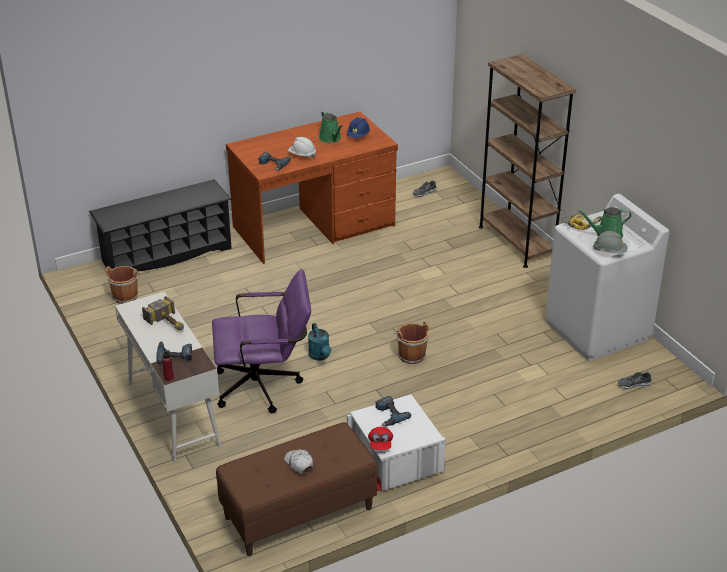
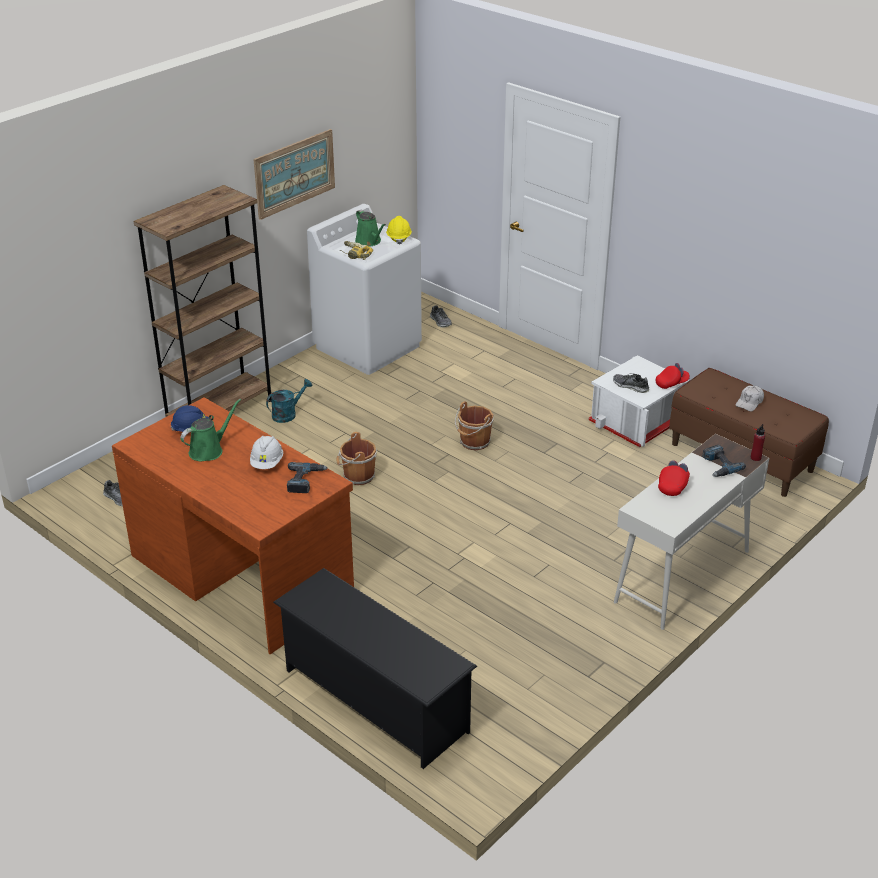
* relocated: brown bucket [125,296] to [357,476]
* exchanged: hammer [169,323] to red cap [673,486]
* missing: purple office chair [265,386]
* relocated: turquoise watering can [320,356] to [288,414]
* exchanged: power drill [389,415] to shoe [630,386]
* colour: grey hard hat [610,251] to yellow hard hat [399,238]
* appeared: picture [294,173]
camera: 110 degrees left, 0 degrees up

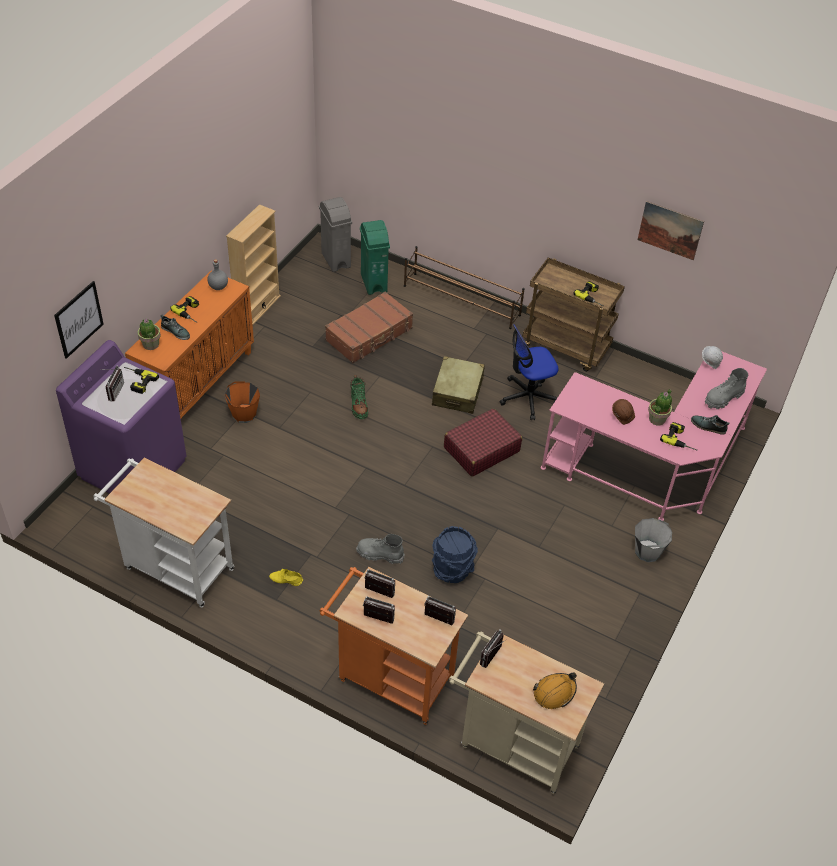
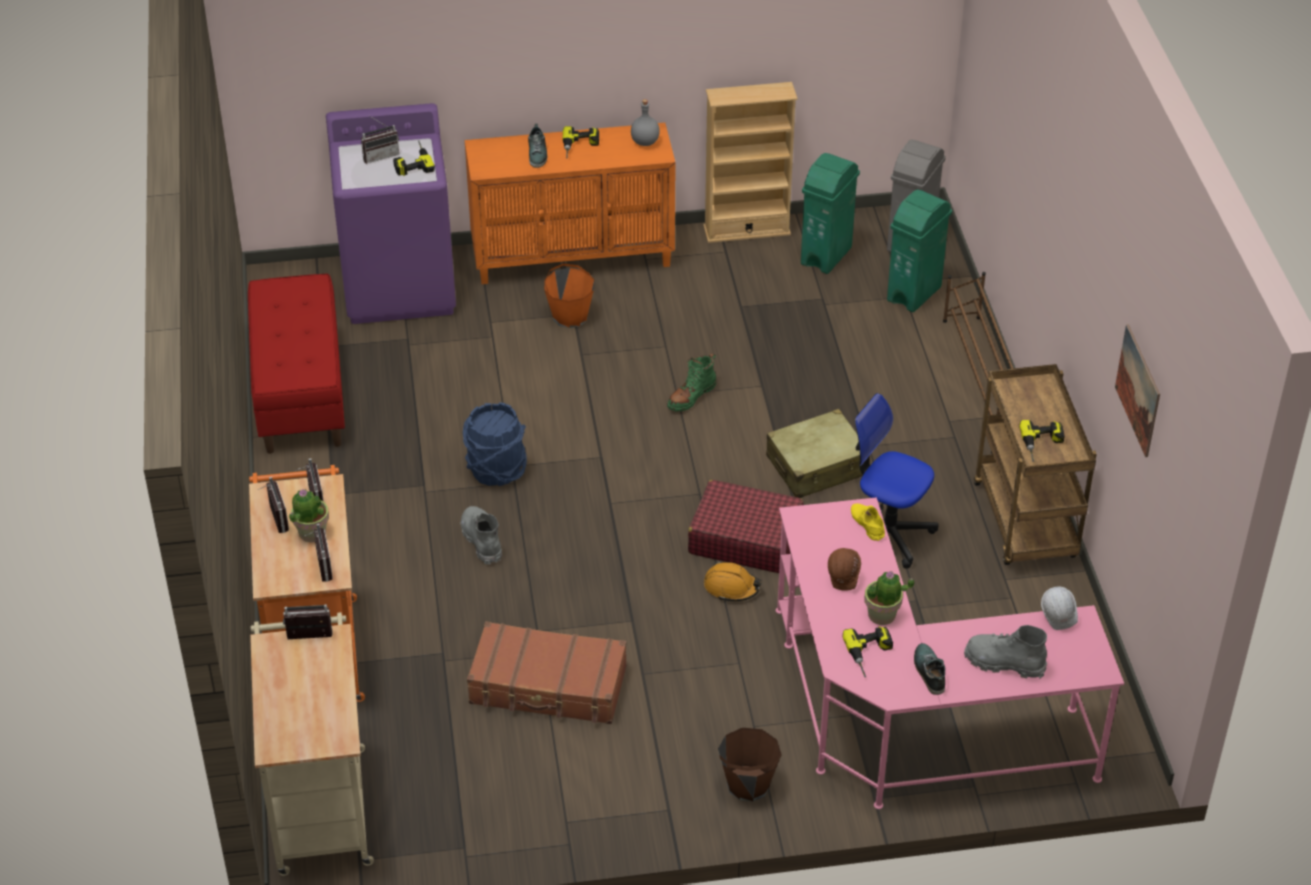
* missing: picture [79,319]
* exchanged: white cart [174,566] to red bench [300,393]
* relocated: potted plant [150,344] to [311,533]
* relocated: yellow shoe [286,580] to [866,524]
* relocated: brown suitcase [369,335] to [548,686]
* relocated: blue bucket [452,569] to [496,470]
* relocated: orange hard hat [554,692] to [731,587]
* colour: grey bucket [648,551] to brown bucket [748,784]
* appeared: green trash can [826,255]
camera: 55 degrees right, 5 degrees down

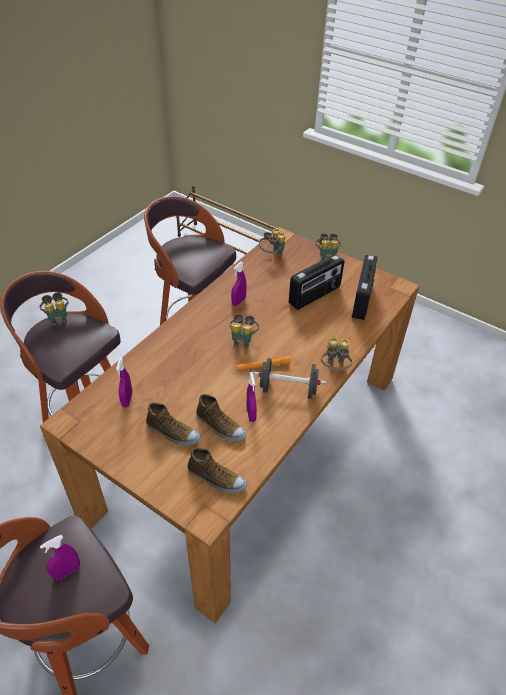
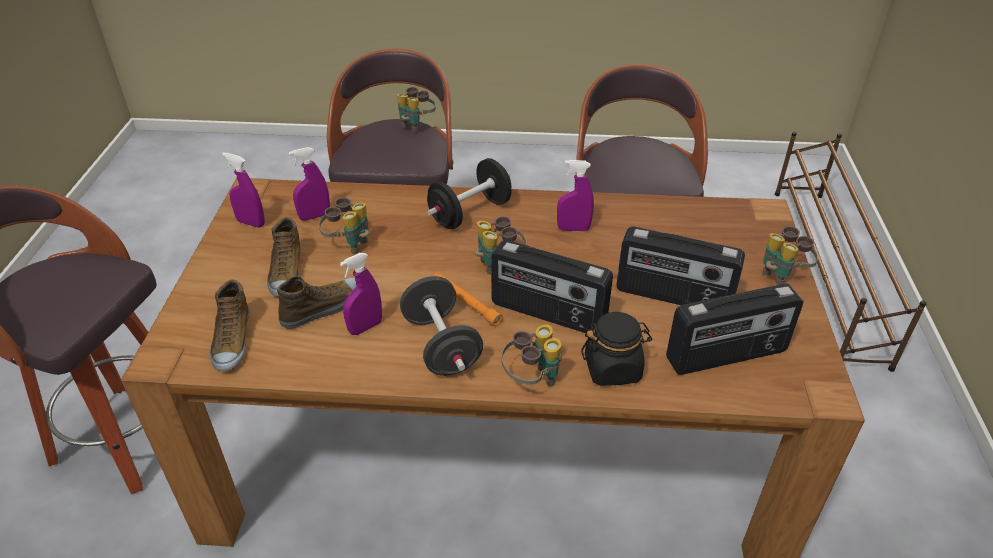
* relocated: purple spray bottle [67,571] to [251,223]
* spun: shoe [220,426] = [323,308] 135 degrees counterclockwise
* relocated: binoculars [272,255] to [348,244]
* appeared: black dumbbell [470,213]
* appeared: radio [547,314]
* appeared: black jar [613,368]
camera: 60 degrees right, 5 degrees down

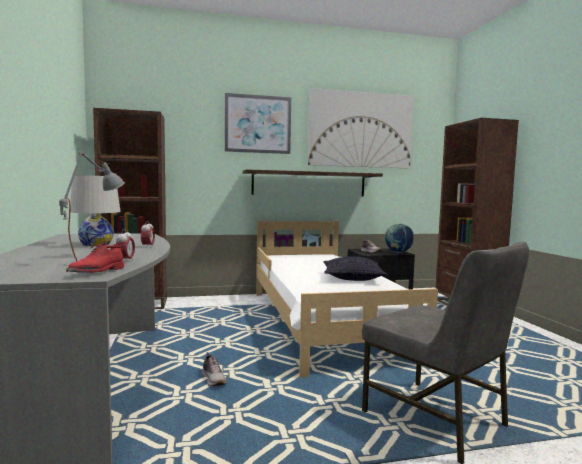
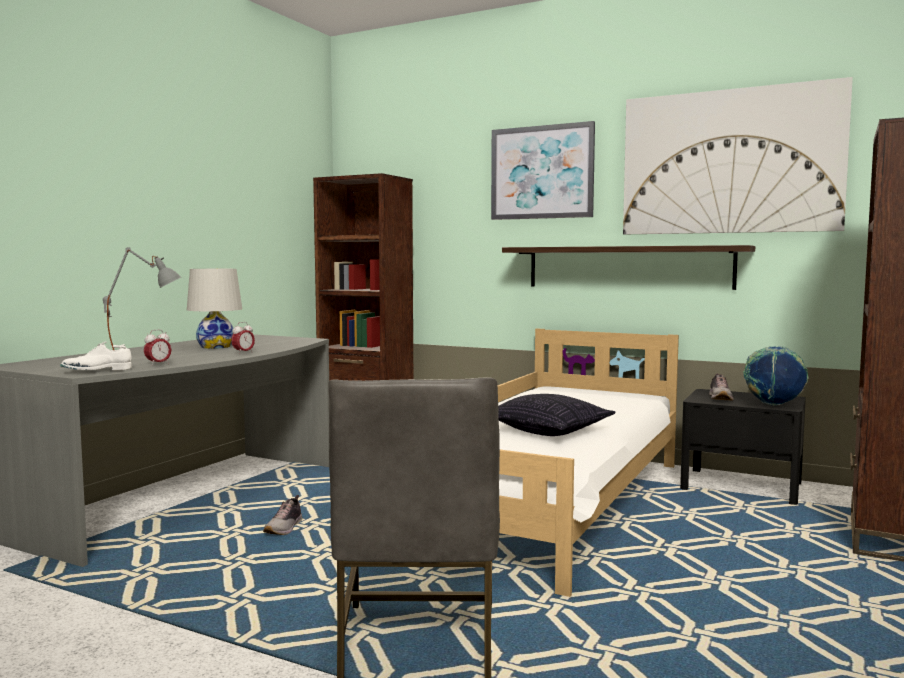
* colour: red shoe [97,272] to white shoe [97,371]
camera: 40 degrees right, 0 degrees up

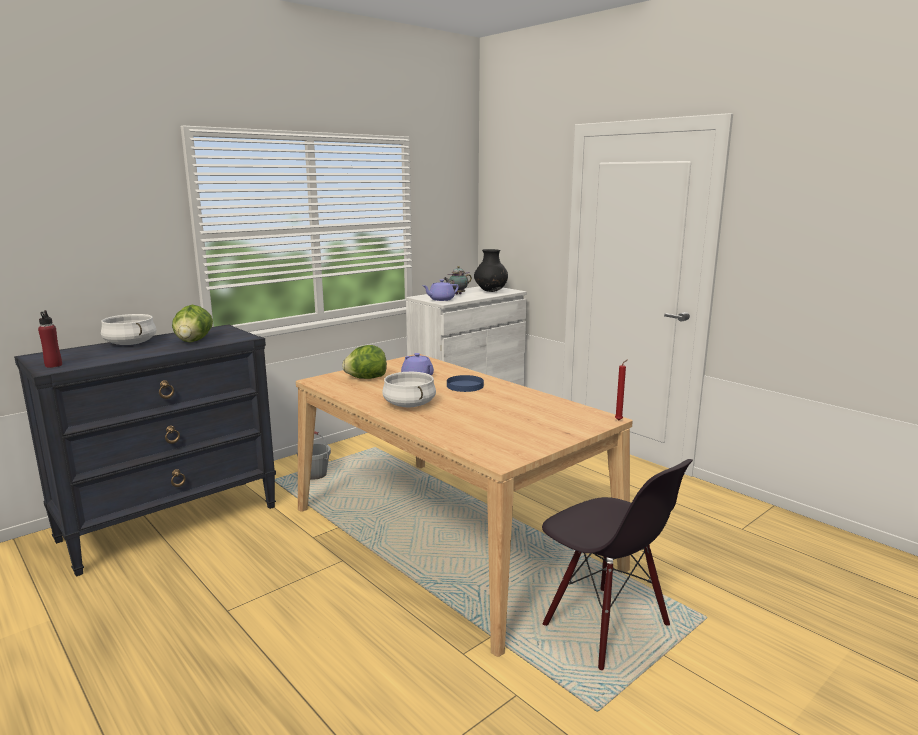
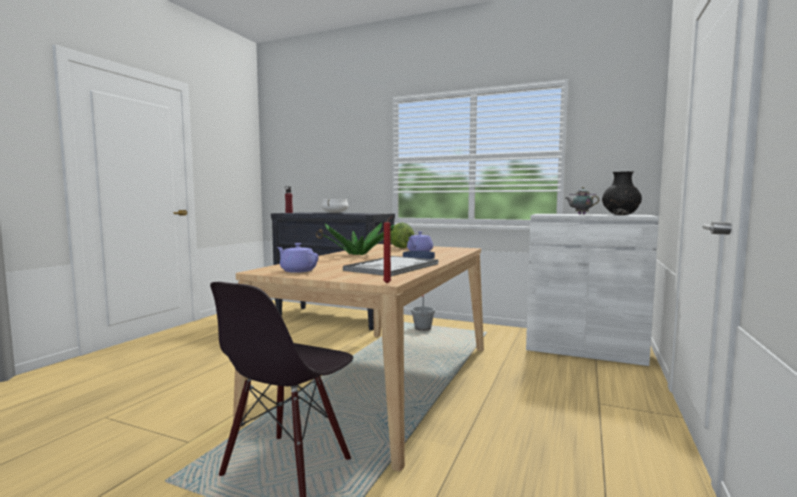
* missing: lettuce [193,341]
* exchanged: white cooking pot [409,404] to potted plant [357,255]
* relocated: purple teapot [441,299] to [297,270]
* appeared: tray [392,267]
camera: 65 degrees right, 10 degrees down

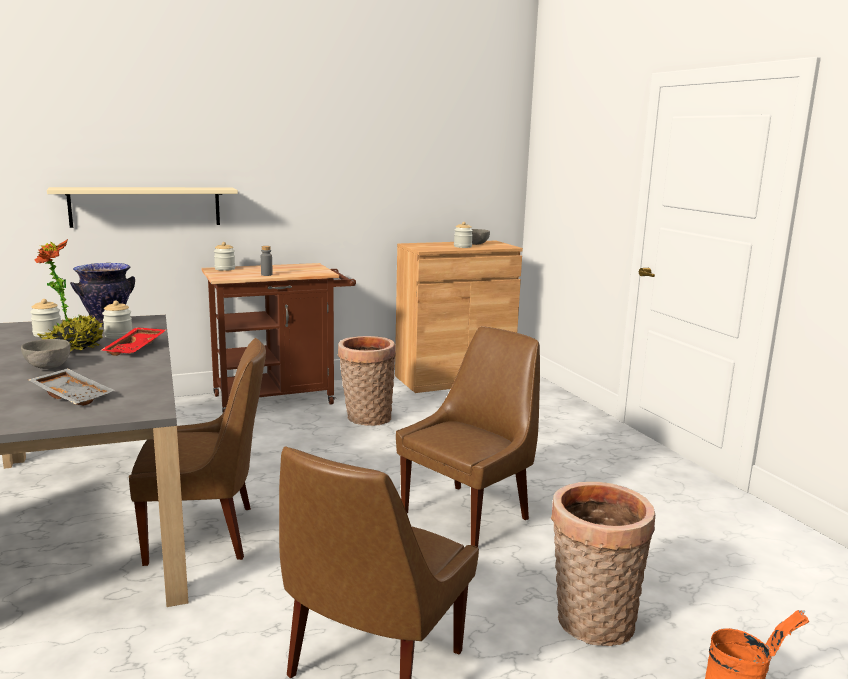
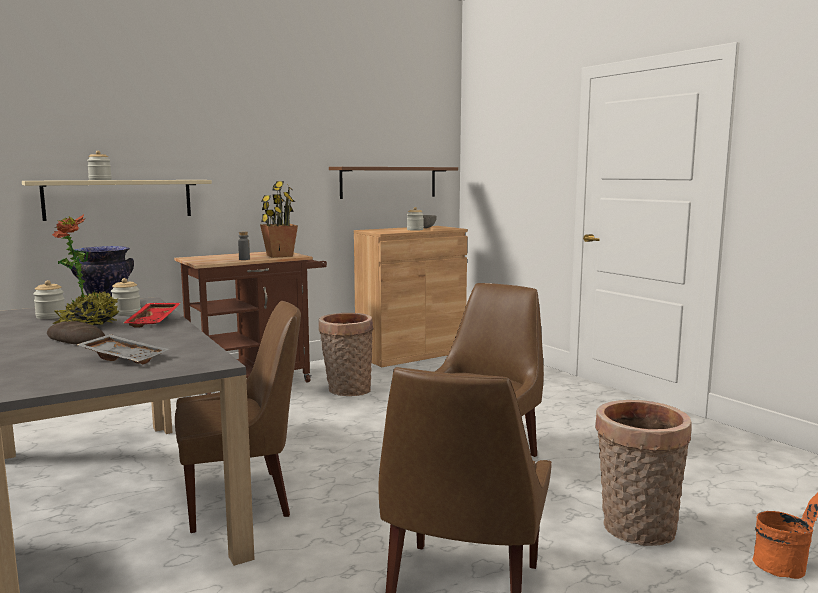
* exchanged: grey bowl [47,367] to bread [76,340]
* relocated: jar [225,269] to [100,180]
* appeared: potted plant [279,256]
* appeared: brown shelf [389,182]
camera: 10 degrees left, 5 degrees down

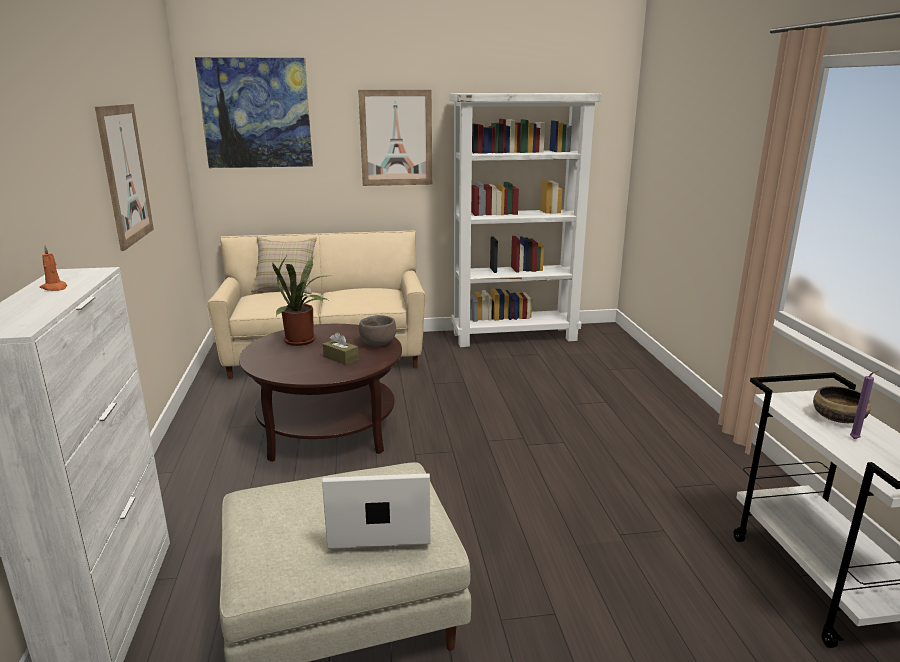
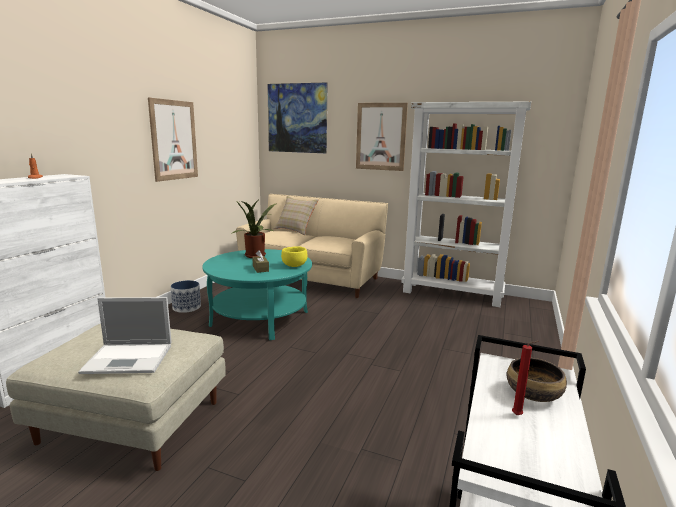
* colour: brown coffee table [328,429] to turquoise coffee table [260,318]
* spun: laptop [378,524] = [130,358] 150 degrees clockwise
* colour: brown bowl [378,344] to yellow bowl [294,266]
* colour: purple candle [856,439] to red candle [518,416]
* appeared: planter [187,307]
camera: 30 degrees right, 5 degrees down

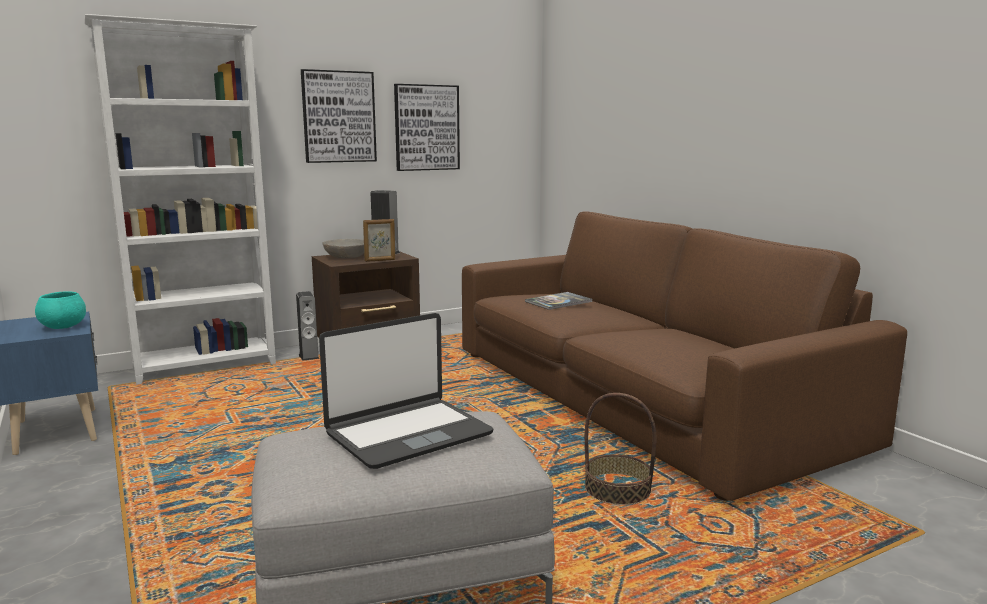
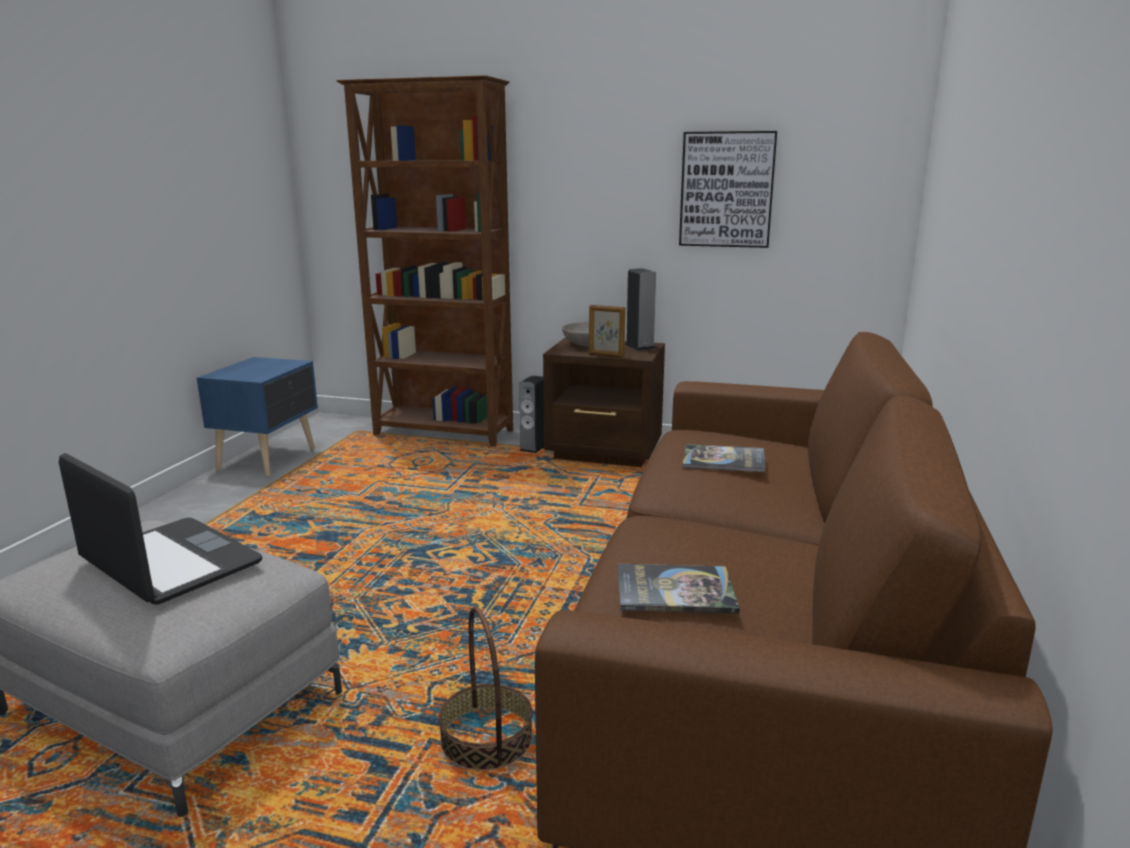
* missing: turquoise bowl [64,327]
* colour: white bookcase [206,367] to brown bookcase [444,433]
* missing: picture [339,117]
* spun: laptop [407,434] = [169,563] 150 degrees counterclockwise
* appeared: book [675,590]
camera: 45 degrees right, 5 degrees up

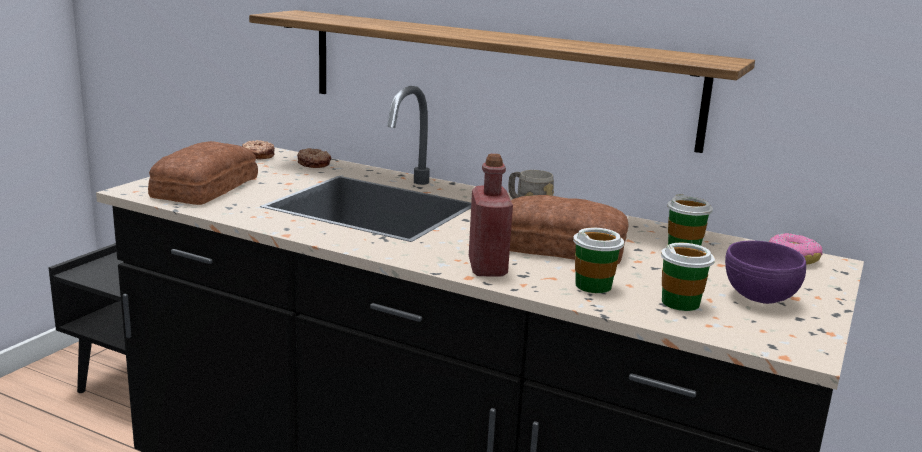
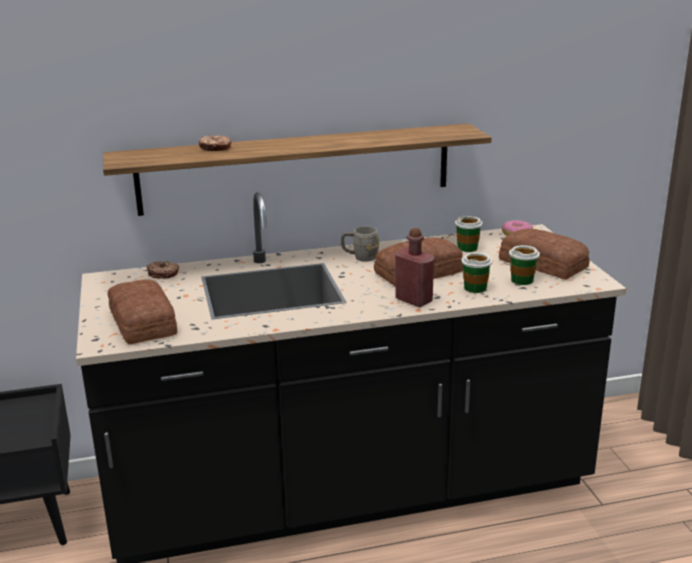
* relocated: donut [258,155] to [215,148]
* exchanged: purple bowl [759,298] to bread [543,263]
camera: 40 degrees left, 5 degrees up

